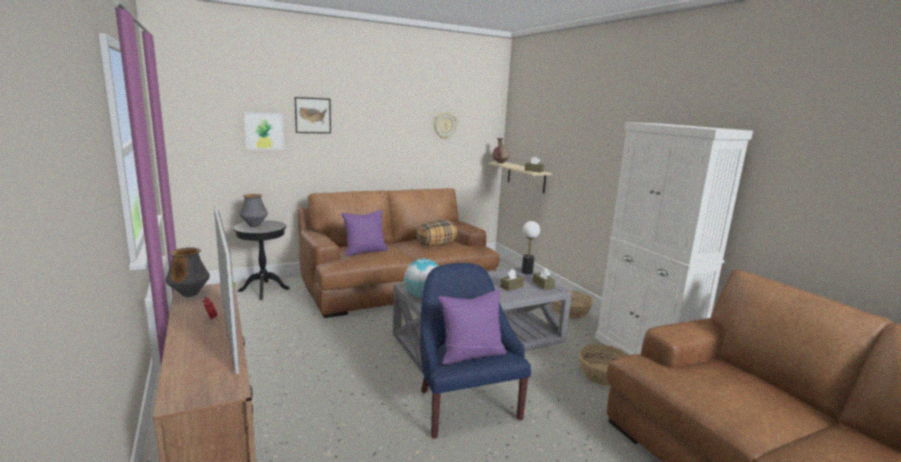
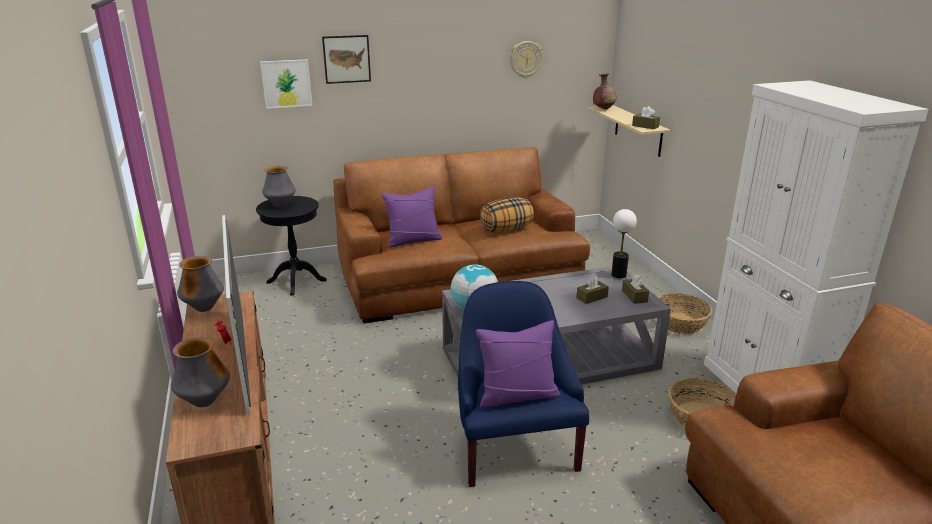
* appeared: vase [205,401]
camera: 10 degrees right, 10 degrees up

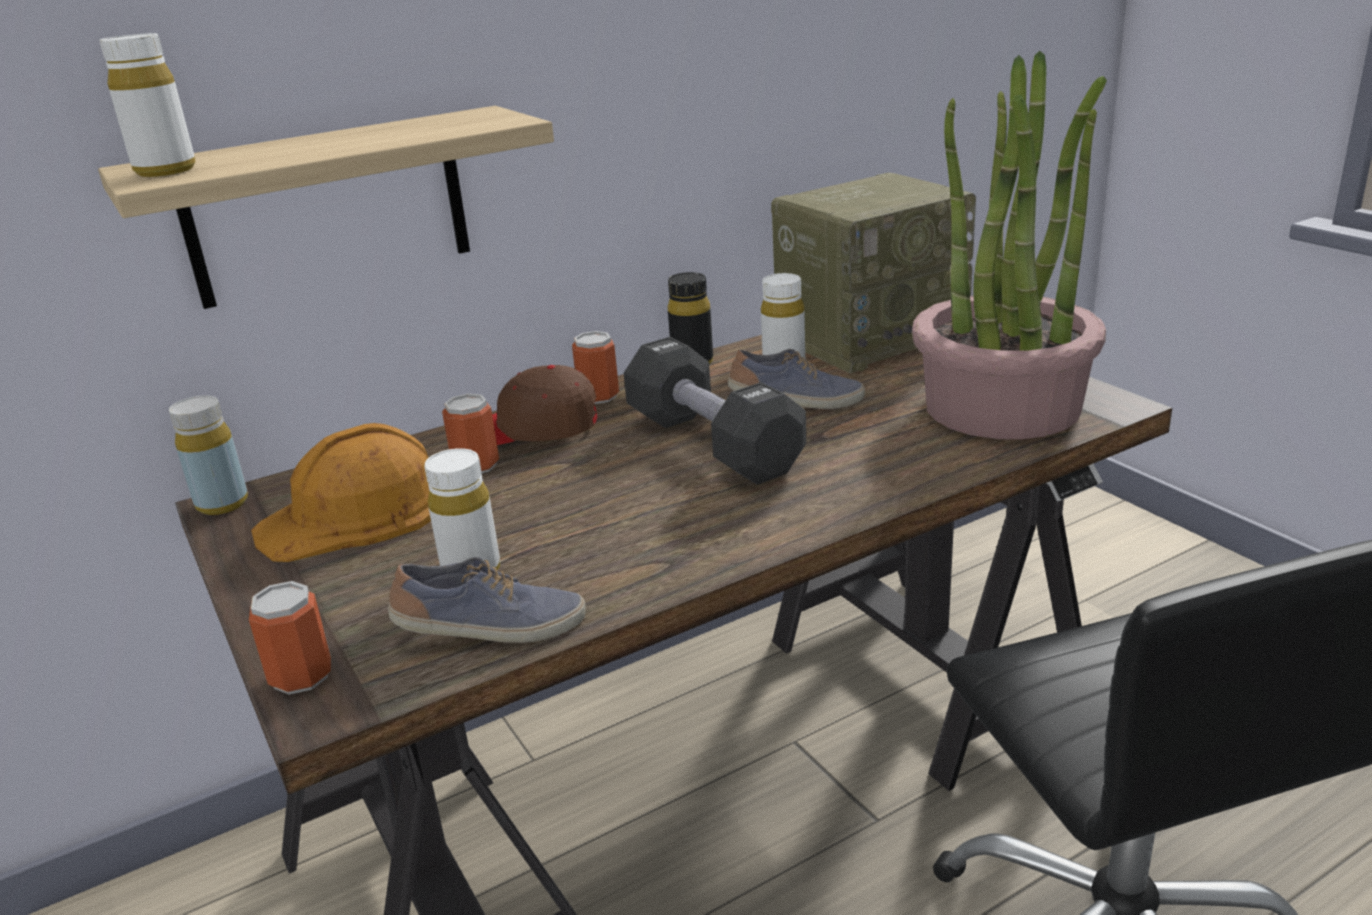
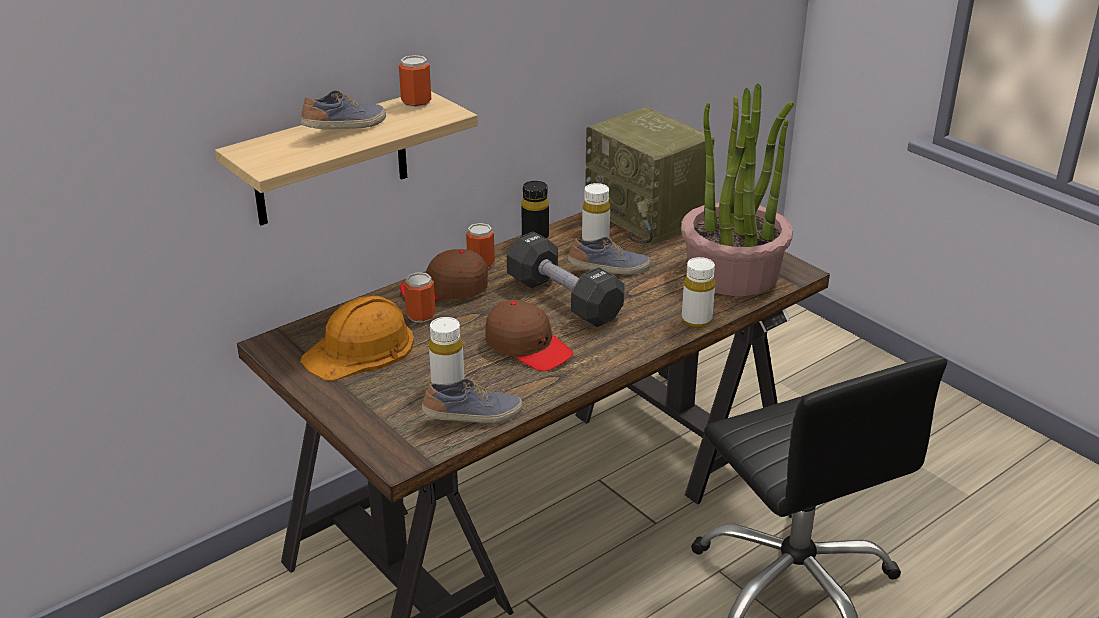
* relocated: white bottle [165,170] to [696,320]
* missing: yellow bottle [222,504]
* relocated: can [301,676] to [416,102]
* spun: radio [872,336] = [648,217] 90 degrees clockwise
* appeared: shoe [346,128]
* appeared: brown cap [528,347]
camera: 10 degrees left, 5 degrees up

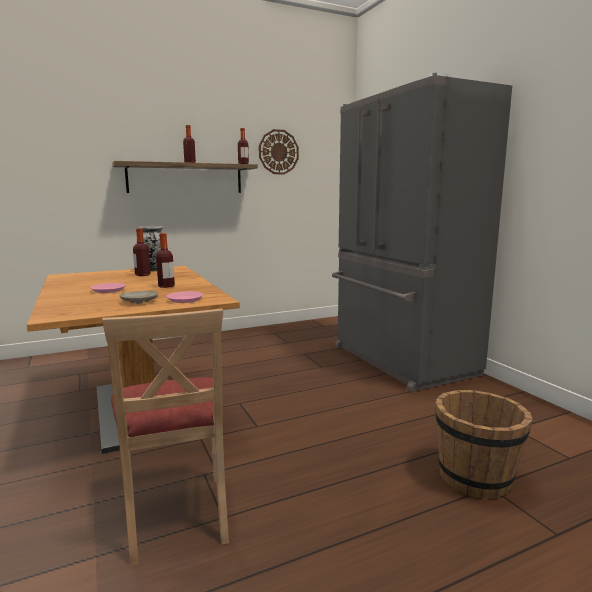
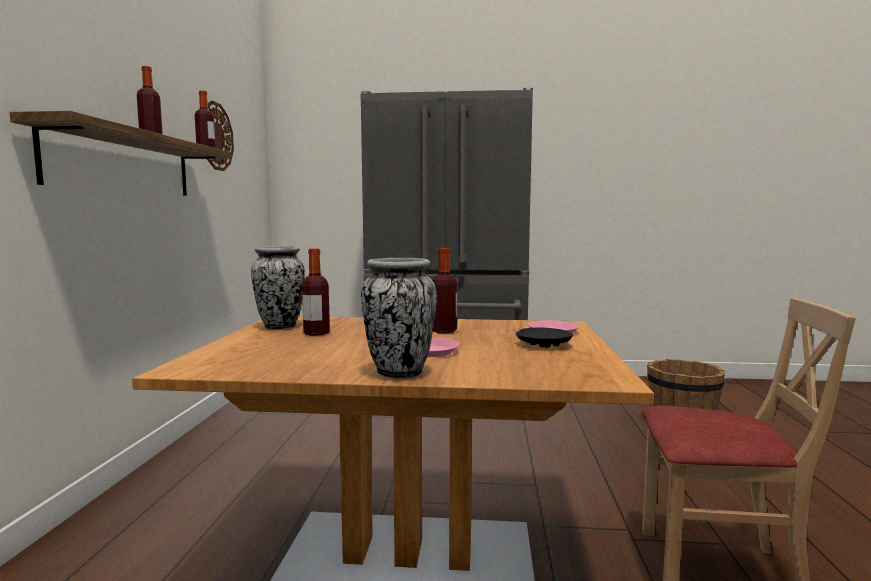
* colour: beige plate [139,301] to black plate [543,344]
* appeared: vase [399,373]
camera: 60 degrees left, 5 degrees down

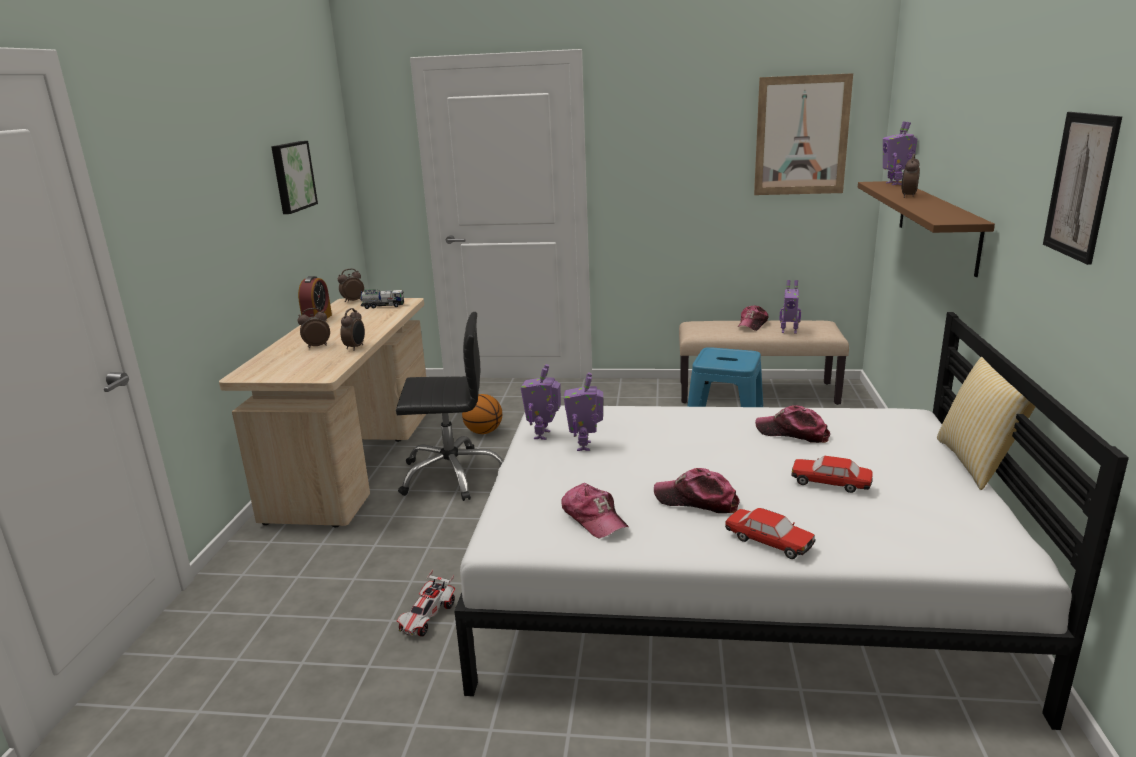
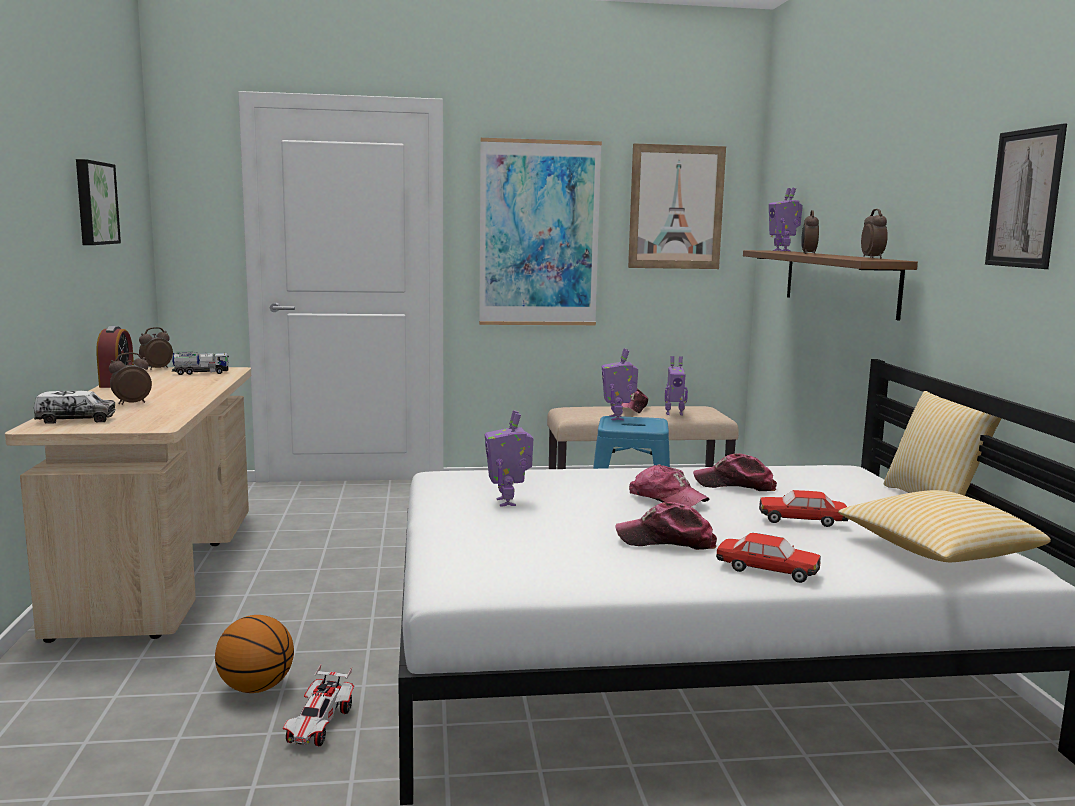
* relocated: alarm clock [355,347] to [872,258]
* missing: black office chair [452,474]
* relocated: basketball [483,432] to [256,688]
* relocated: toy robot [543,435] to [618,418]
* relocated: cap [593,518] to [667,499]
* appeared: toy truck [76,420]
* appeared: picture [539,234]
* appeared: pillow [936,553]
camera: 15 degrees left, 10 degrees down

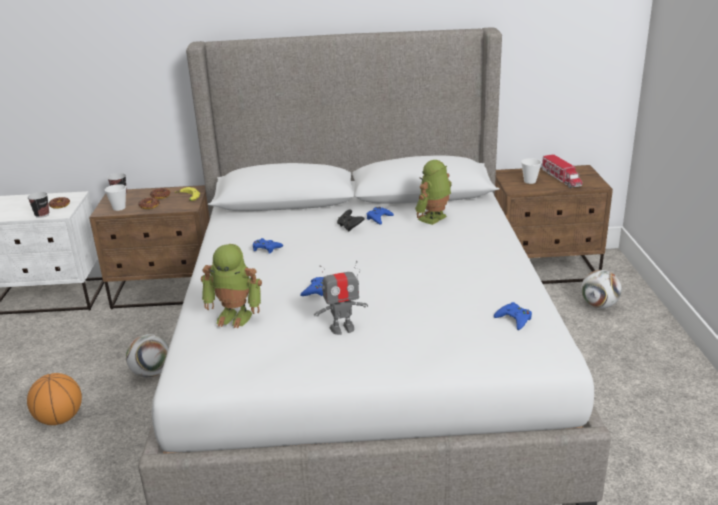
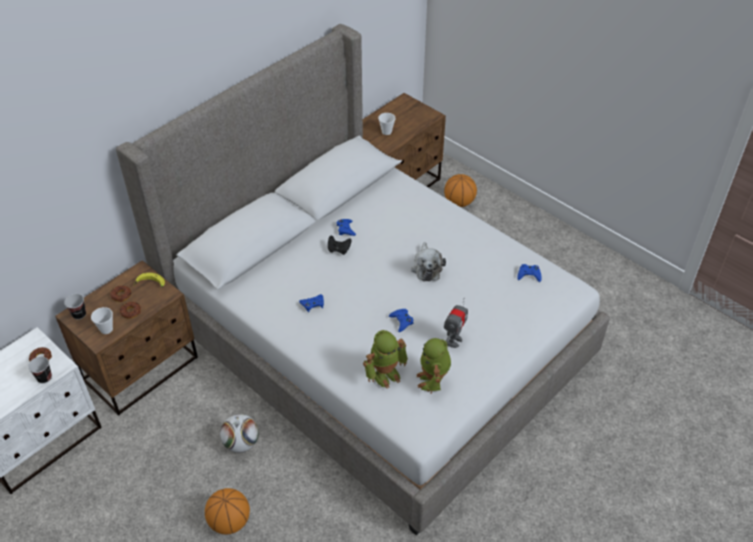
* relocated: toy robot [434,219] to [433,381]
* missing: toy truck [561,178]
* exchanged: football [599,305] to basketball [459,202]
* appeared: plush toy [426,267]
camera: 45 degrees left, 20 degrees up

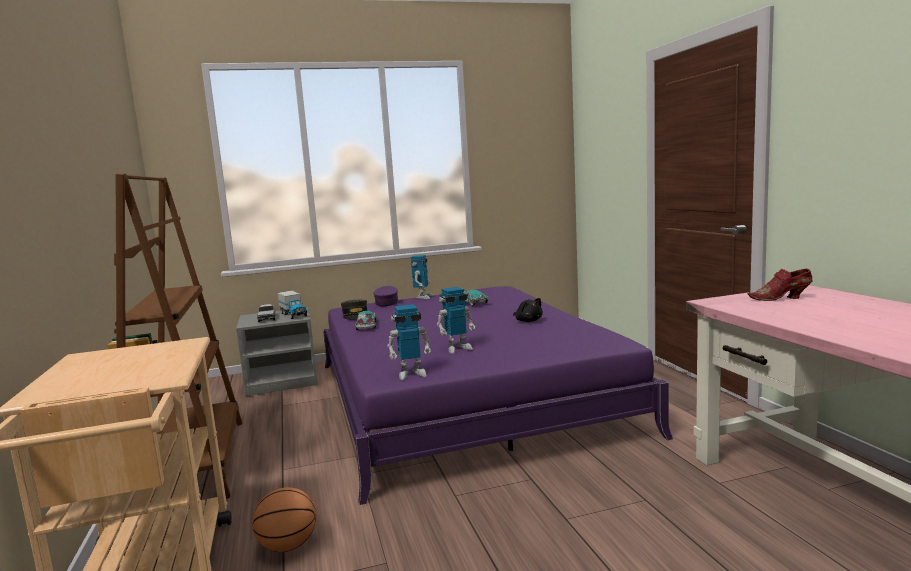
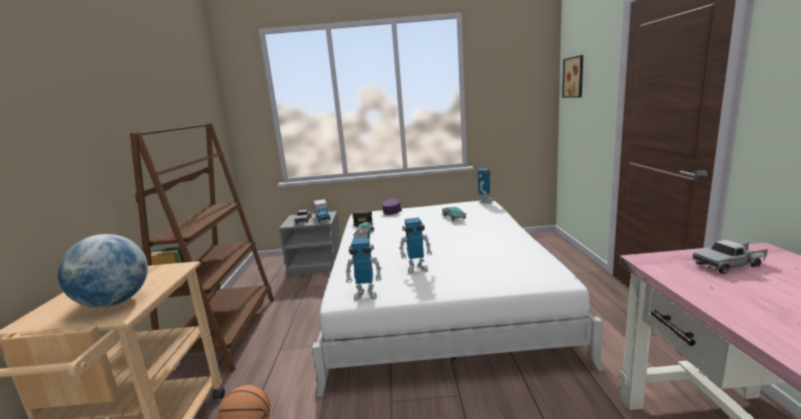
* colour: purple bed [463,396] to white bed [437,294]
* relocated: toy robot [423,297] to [486,201]
* missing: black plush toy [528,321]
* exchanged: red shoe [782,299] to toy truck [729,264]
* appeared: globe [114,303]
* appeared: picture [575,77]
camera: 15 degrees right, 5 degrees up

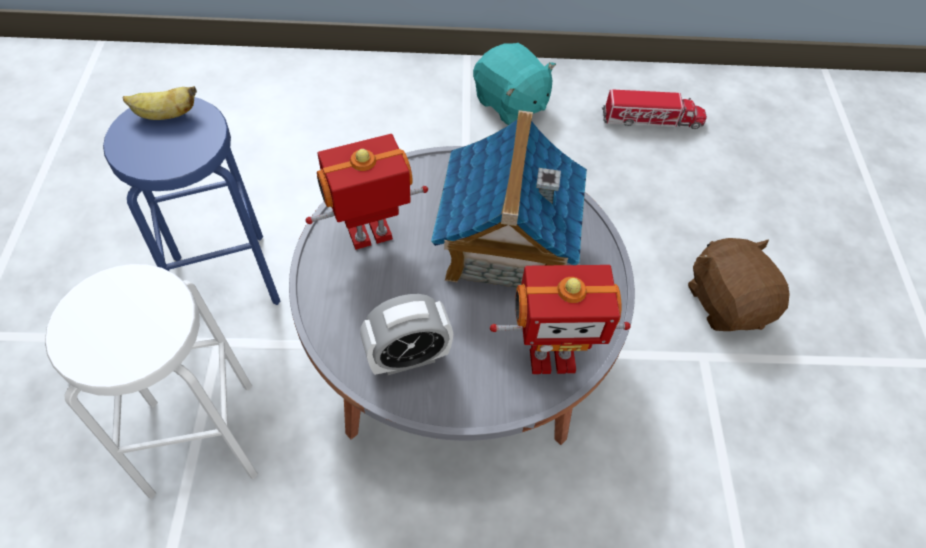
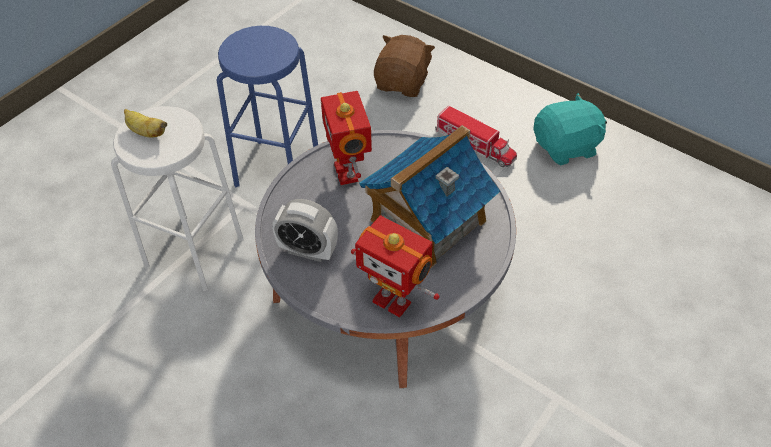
* relocated: banana [165,115] to [146,132]
* spun: toy robot [371,237] = [348,172] 120 degrees counterclockwise
* spun: turquoise plush toy [510,103] = [566,147] 105 degrees counterclockwise
* relocated: toy truck [651,120] to [475,145]
* relocated: brown plush toy [727,302] to [403,83]
camera: 40 degrees right, 5 degrees down

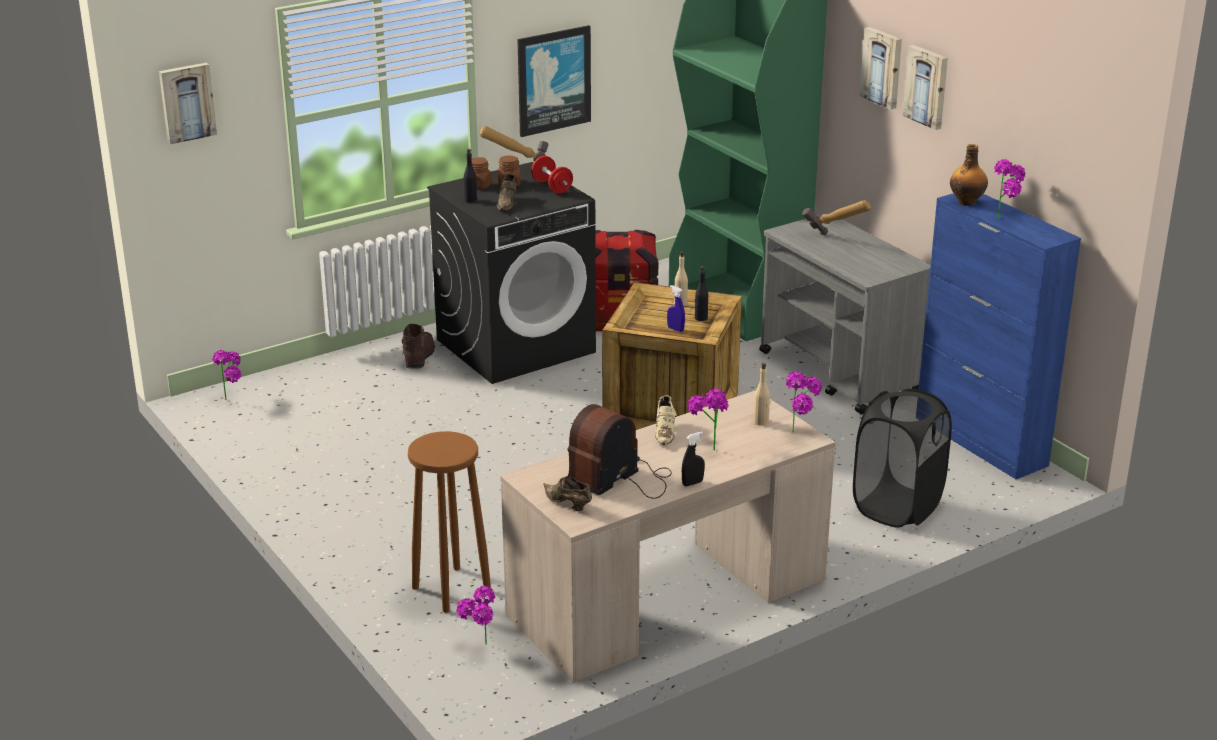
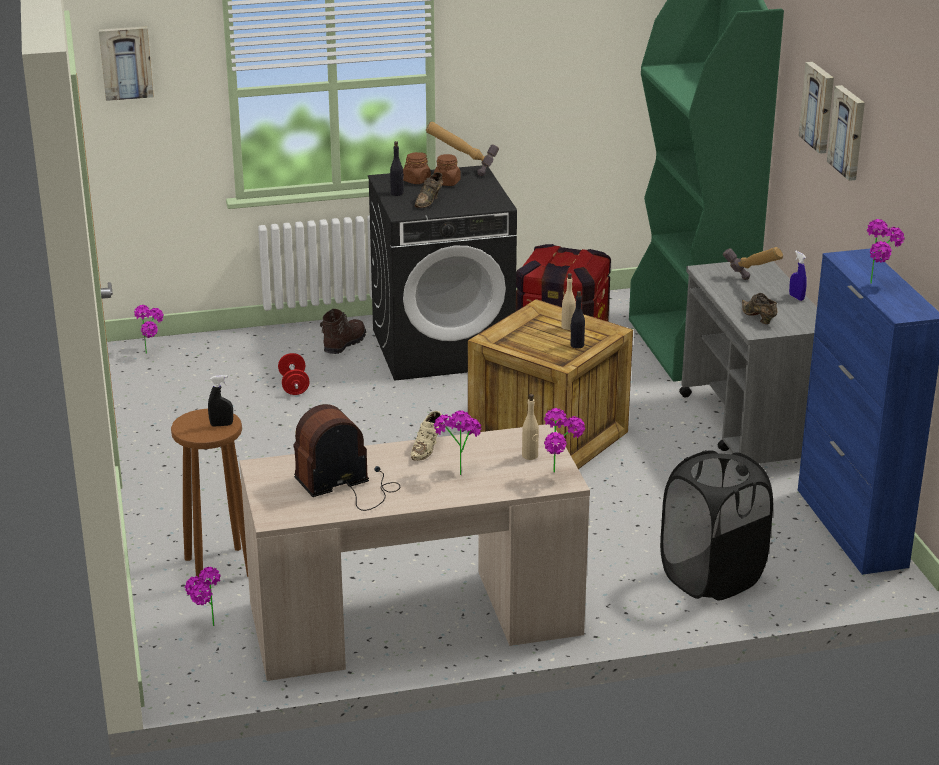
* missing: picture [553,80]
* relocated: red dumbbell [552,187] to [294,386]
* relocated: brown shoe [568,504] to [758,318]
* relocated: blue spray bottle [675,329] to [796,297]
* relocated: black spray bottle [692,483] to [221,425]
* missing: bottle [967,202]
camera: 20 degrees right, 0 degrees up

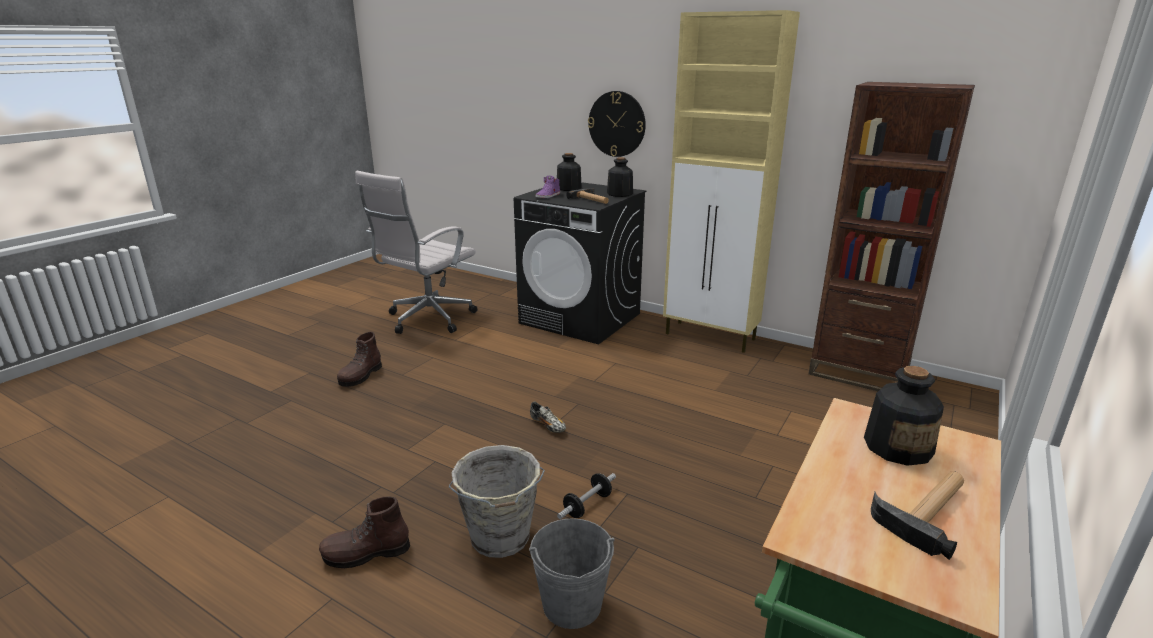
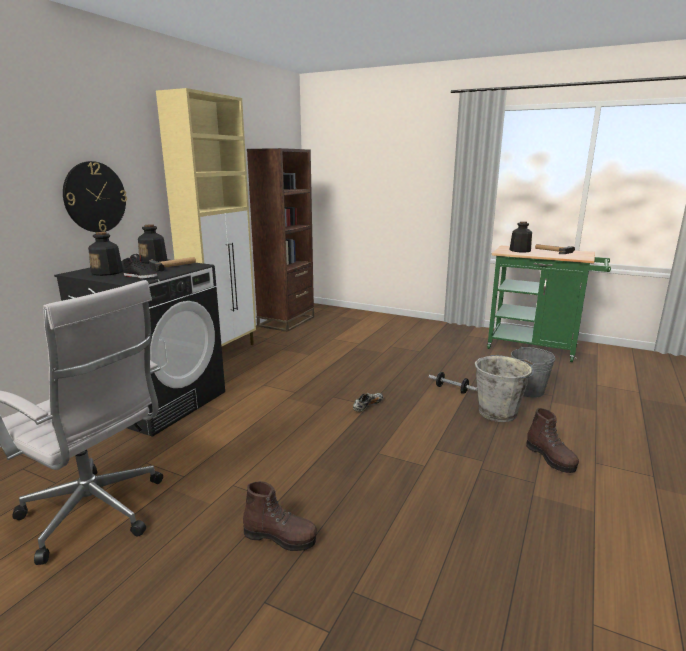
* colour: purple shoe [548,196] to black shoe [141,276]
camera: 95 degrees left, 5 degrees down

